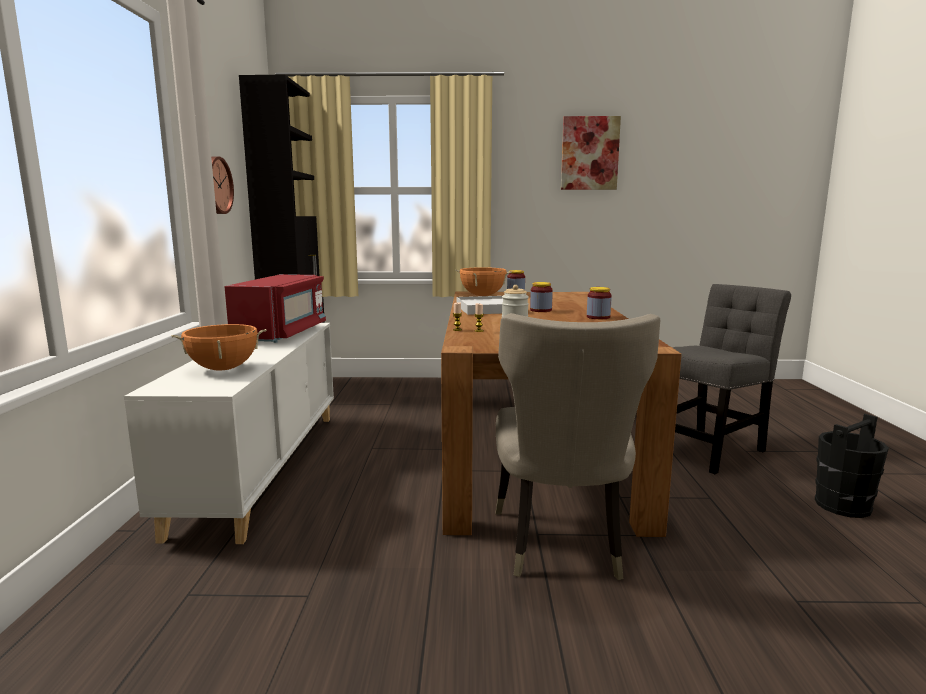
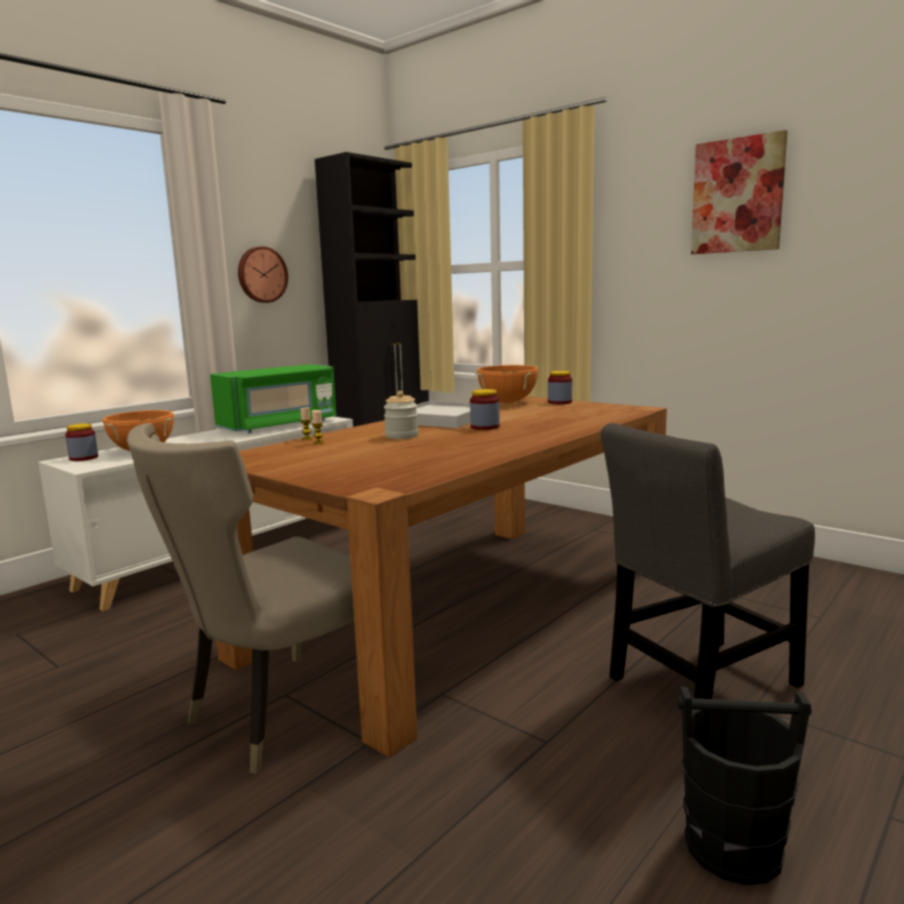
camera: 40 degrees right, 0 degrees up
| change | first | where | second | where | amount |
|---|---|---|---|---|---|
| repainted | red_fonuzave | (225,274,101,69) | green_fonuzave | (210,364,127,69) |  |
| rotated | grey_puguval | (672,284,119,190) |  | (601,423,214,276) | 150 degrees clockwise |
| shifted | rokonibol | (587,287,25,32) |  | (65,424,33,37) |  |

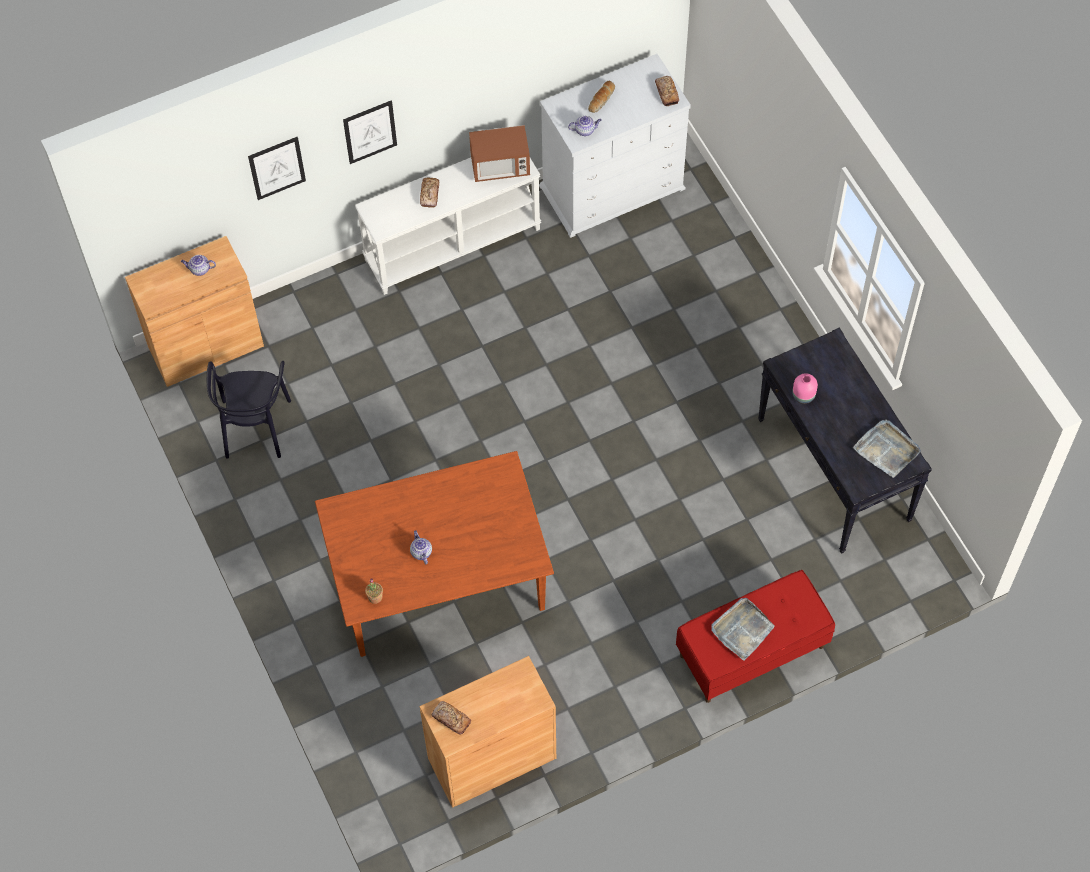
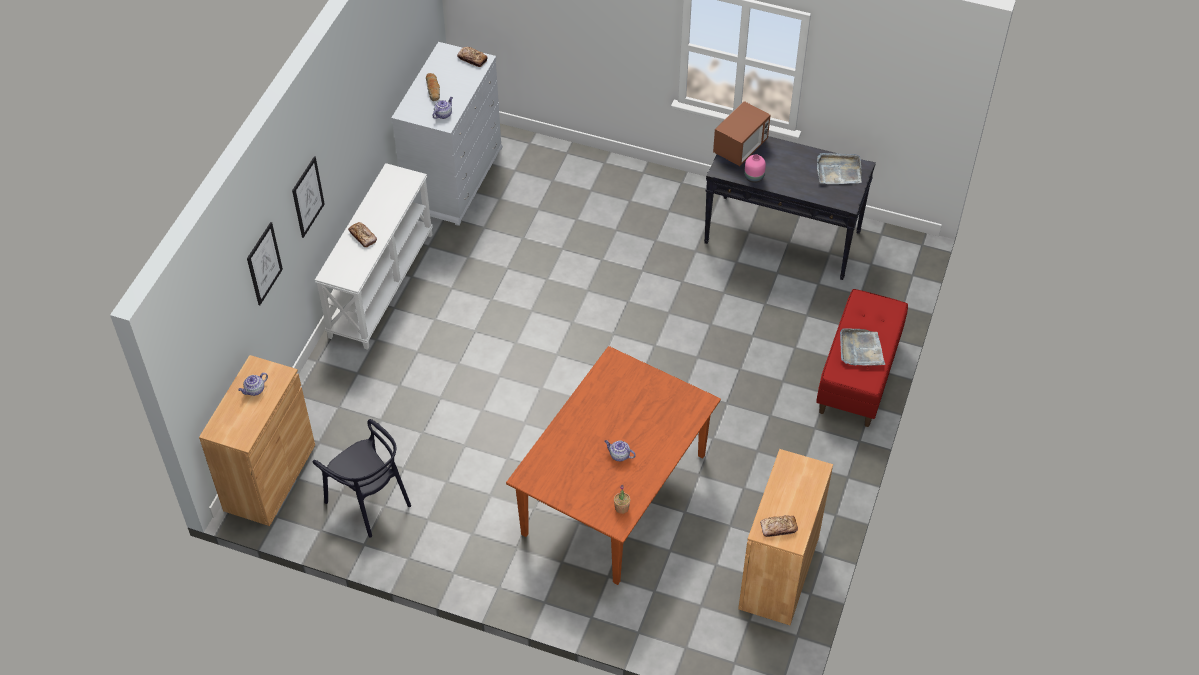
camera: 45 degrees left, 10 degrees down
| change | first | where | second | where | amount |
|---|---|---|---|---|---|
| shifted | fonuzave | (469,125,61,57) |  | (713,101,58,65) |  |

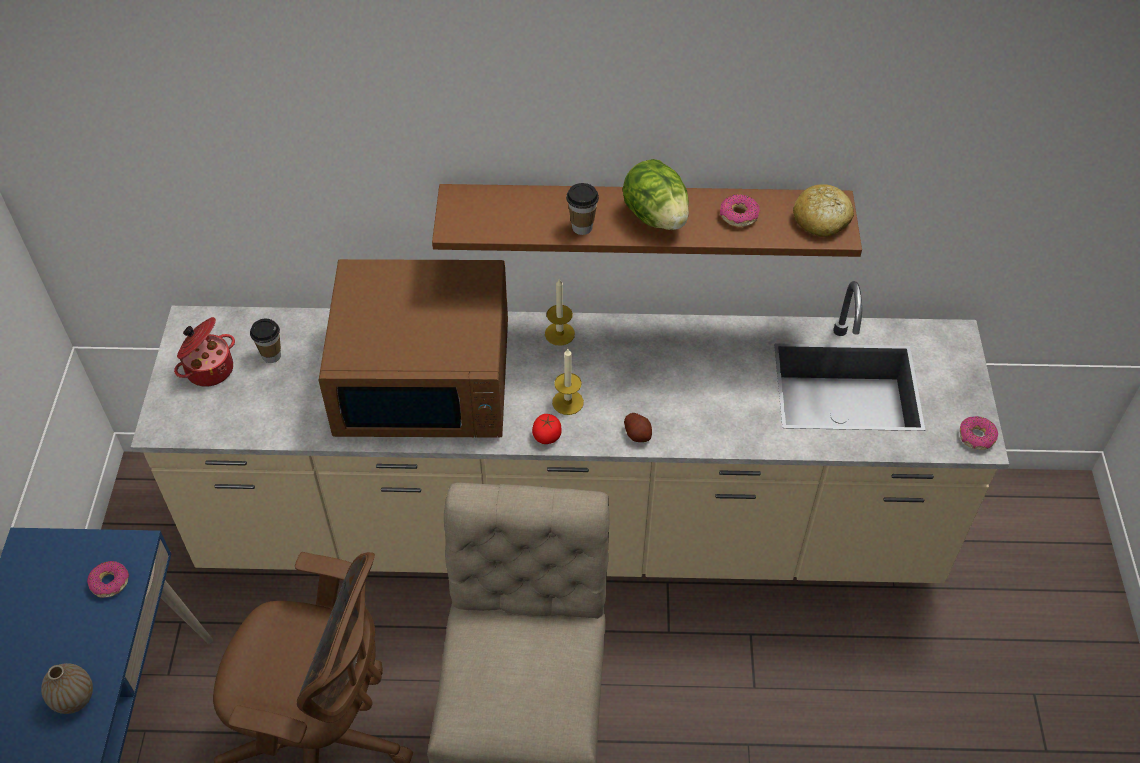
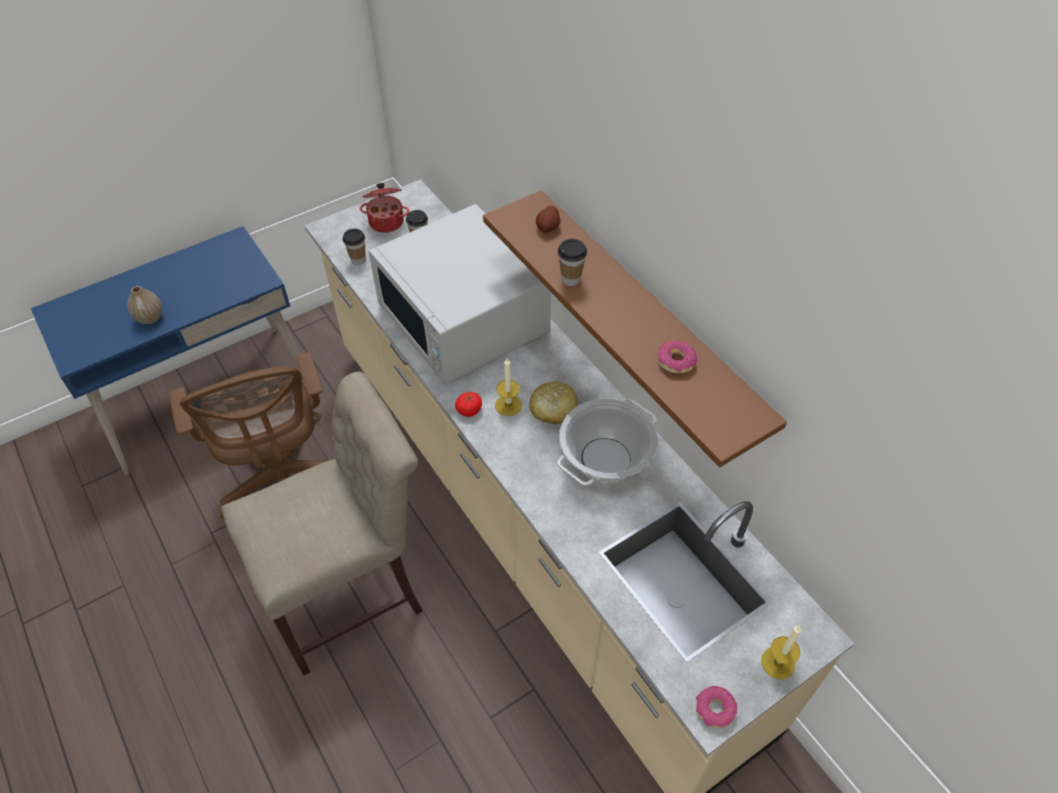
camera: 55 degrees right, 0 degrees up
| change | first | where | second | where | amount |
|---|---|---|---|---|---|
| gone | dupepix | (622,159,67,71) |  |  |  |
| shifted | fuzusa | (793,184,61,53) |  | (529,382,49,42) |  |
| repainted | brown_fonuzave | (319,259,189,179) | white_fonuzave | (368,204,183,181) |  |
| shifted | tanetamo | (545,279,30,67) |  | (761,626,40,53) |  |
| shifted | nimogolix | (624,413,28,29) |  | (536,206,24,27) |  |
| gone | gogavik | (87,561,42,37) |  |  |  |
| new |  |  | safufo | (343,229,22,36) |  |
| new |  |  | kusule | (557,399,101,87) |  |

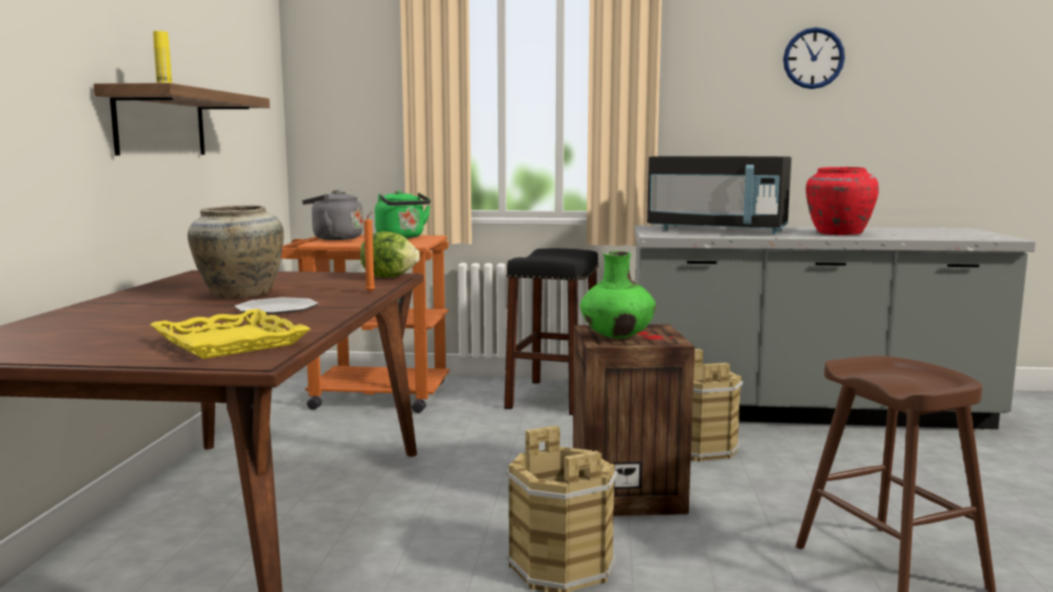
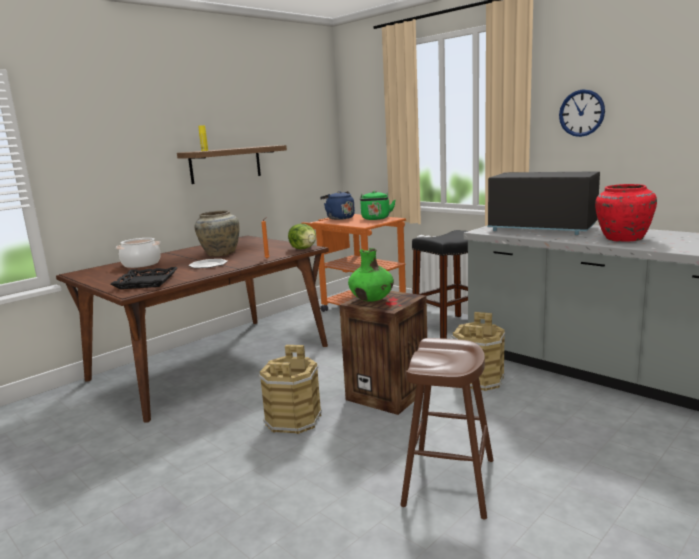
camera: 40 degrees right, 5 degrees up
| change | first | where | second | where | amount |
|---|---|---|---|---|---|
| shifted | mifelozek | (783,27,62,62) |  | (559,89,46,48) |  |
| rotated | black_fonuzave | (647,156,144,78) |  | (487,171,113,64) | 150 degrees clockwise |
| repainted | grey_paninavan | (302,190,61,50) | blue_paninavan | (320,191,35,29) |  |
| repainted | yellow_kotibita | (150,309,160,50) | black_kotibita | (110,267,68,22) |  |
| new |  |  | kusule | (116,238,45,30) |  |

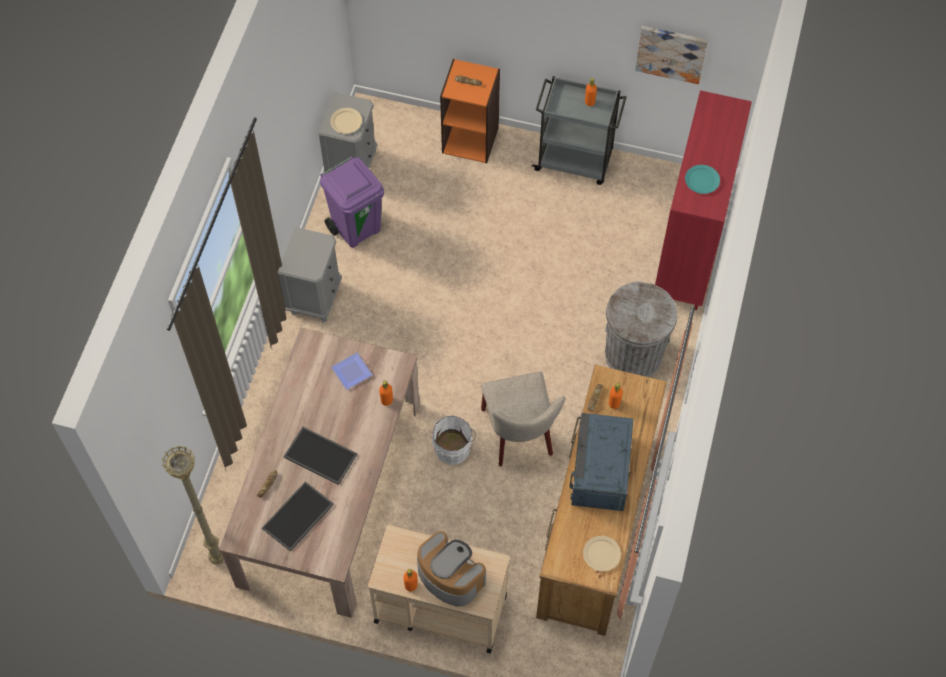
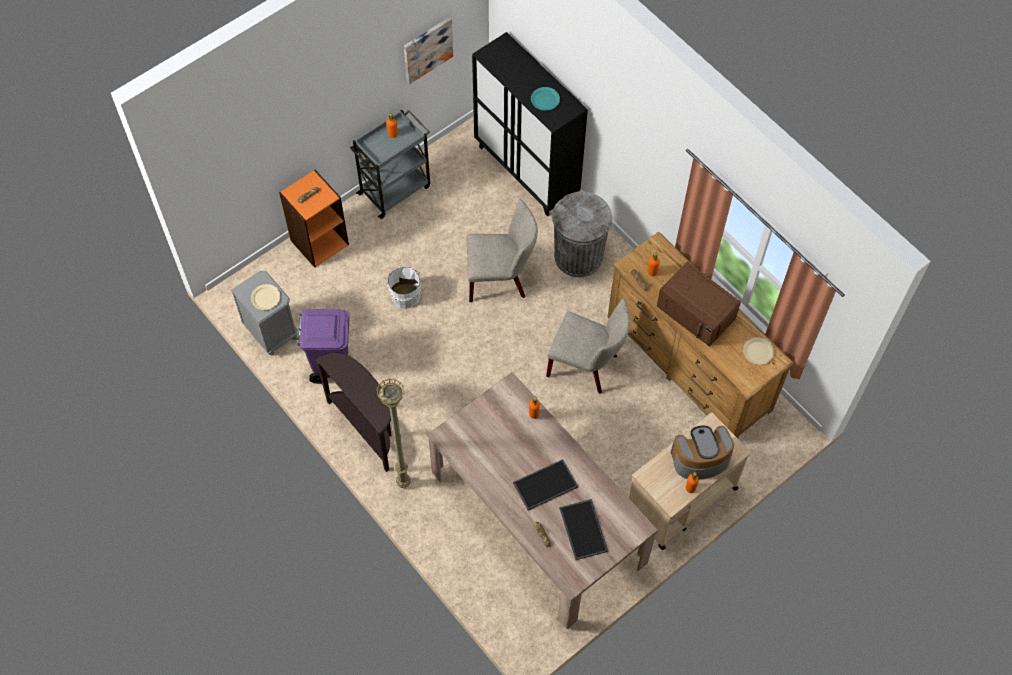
camera: 55 degrees left, 0 degrees up
| change | first | where | second | where | amount |
|---|---|---|---|---|---|
| repainted | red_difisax | (655,90,97,220) | black_difisax | (472,32,116,184) |  |
| swapped | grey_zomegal | (278,227,64,96) | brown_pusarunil | (315,353,76,119) |  |
| gone | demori | (331,353,42,37) |  |  |  |
| repainted | blue_fonuzave | (569,413,64,98) | brown_fonuzave | (657,262,84,85) |  |
| shifted | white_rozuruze | (432,416,44,49) |  | (385,267,36,42) |  |
| shifted | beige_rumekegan | (162,446,62,119) |  | (376,379,35,109) |  |
| new |  |  | beige_puguval | (467,199,71,103) |  |

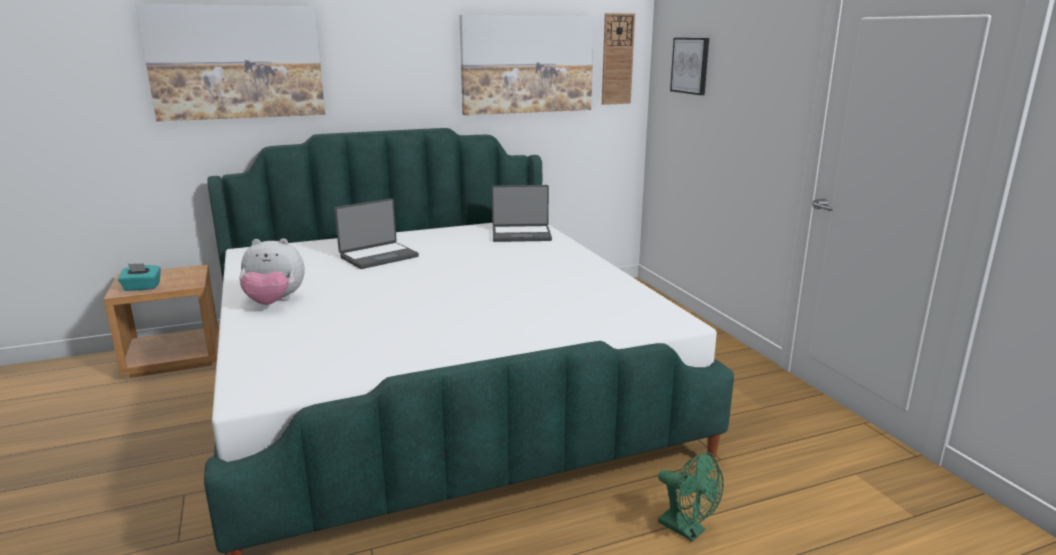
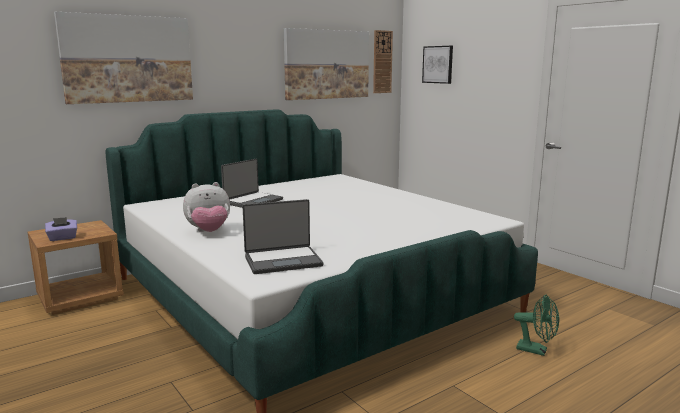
camera: 15 degrees left, 5 degrees down
| change | first | where | second | where | amount |
|---|---|---|---|---|---|
| shifted | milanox | (492,185,60,57) |  | (242,199,81,75) |  |
| repainted | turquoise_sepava | (118,263,43,28) | purple_sepava | (45,217,32,24) |  |

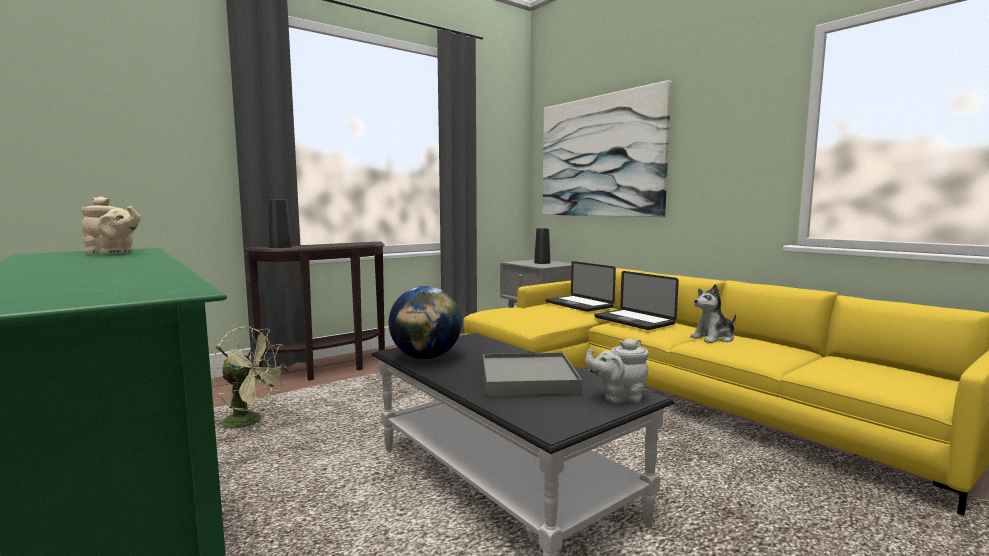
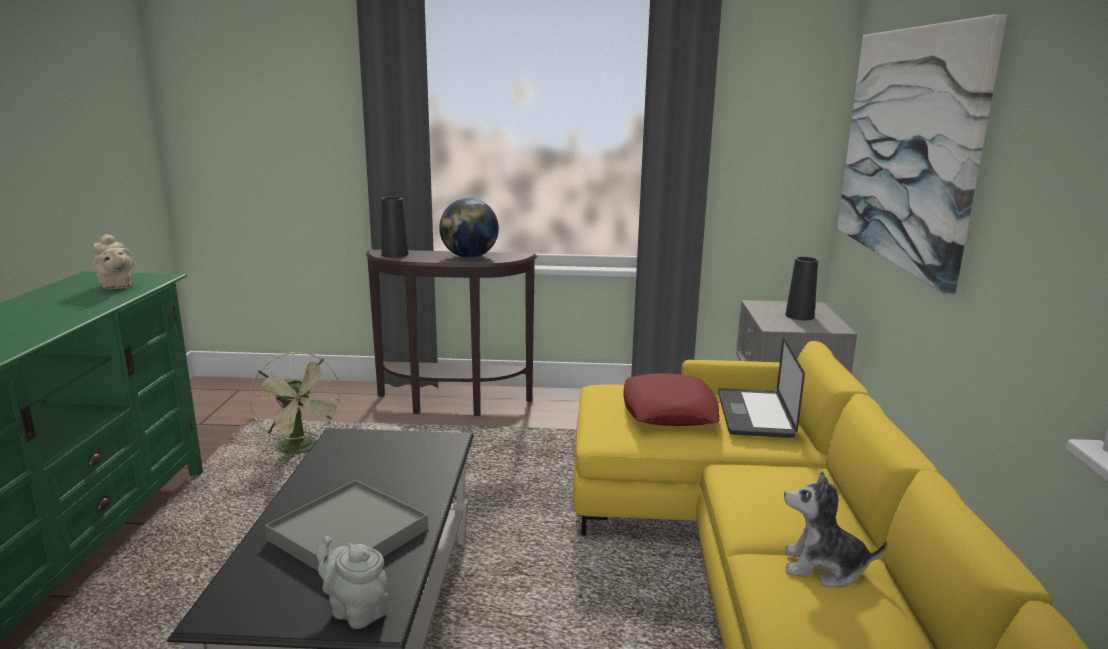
camera: 40 degrees right, 10 degrees up
| change | first | where | second | where | amount |
|---|---|---|---|---|---|
| gone | milanox | (594,271,85,59) |  |  |  |
| shifted | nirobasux | (389,286,73,73) |  | (439,198,60,60) |  |
| new |  |  | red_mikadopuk | (623,373,97,53) |  |

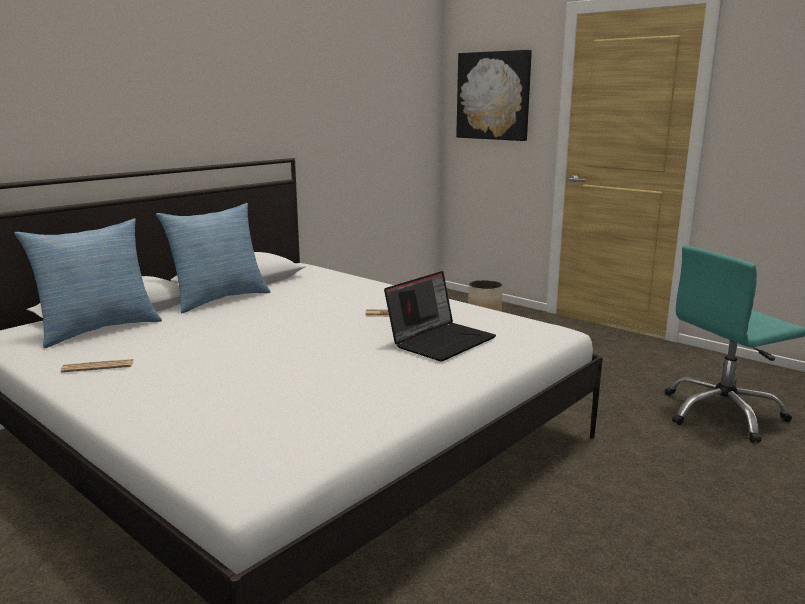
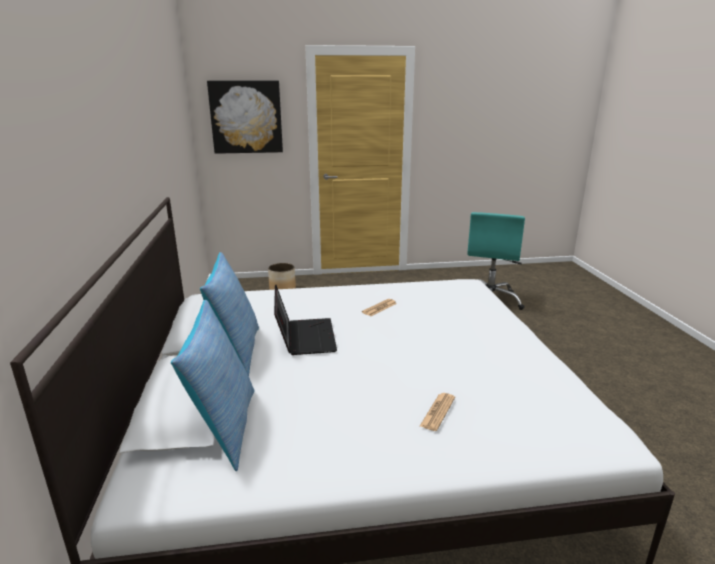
camera: 50 degrees left, 5 degrees up
| change | first | where | second | where | amount |
|---|---|---|---|---|---|
| shifted | milanox | (384,271,112,90) |  | (274,285,63,70) |  |
| shifted | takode | (61,359,73,14) |  | (420,393,35,38) |  |

